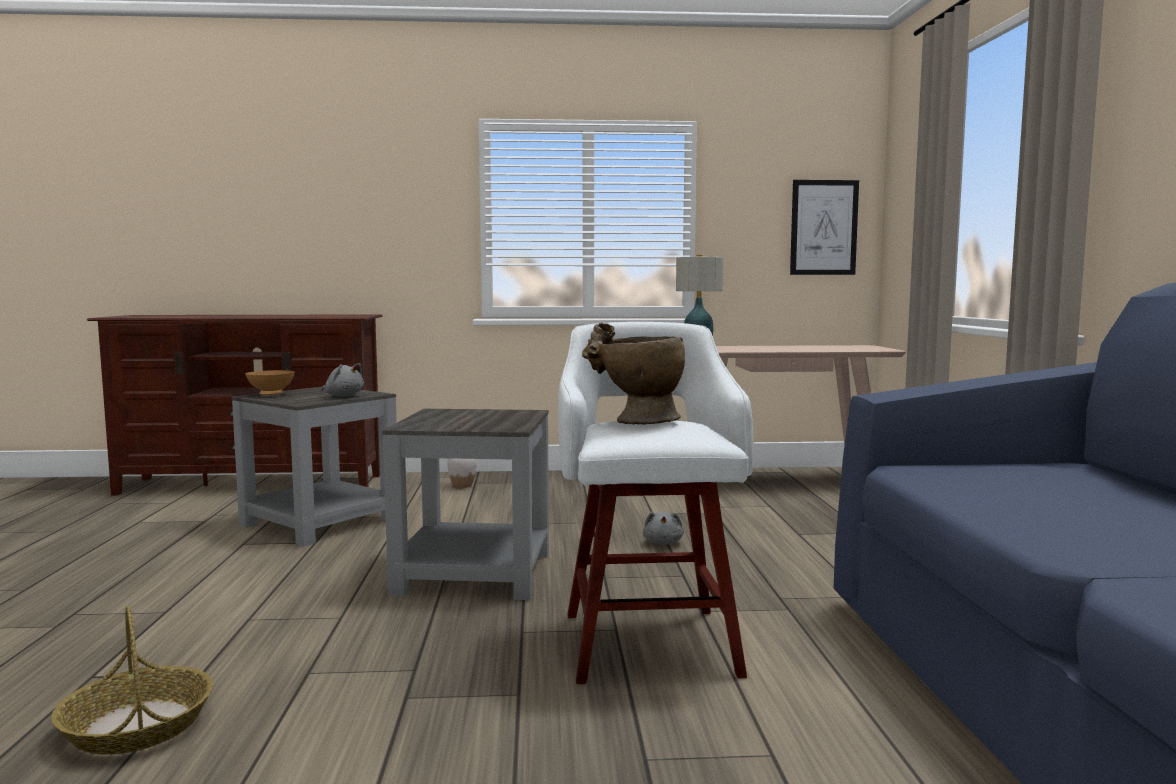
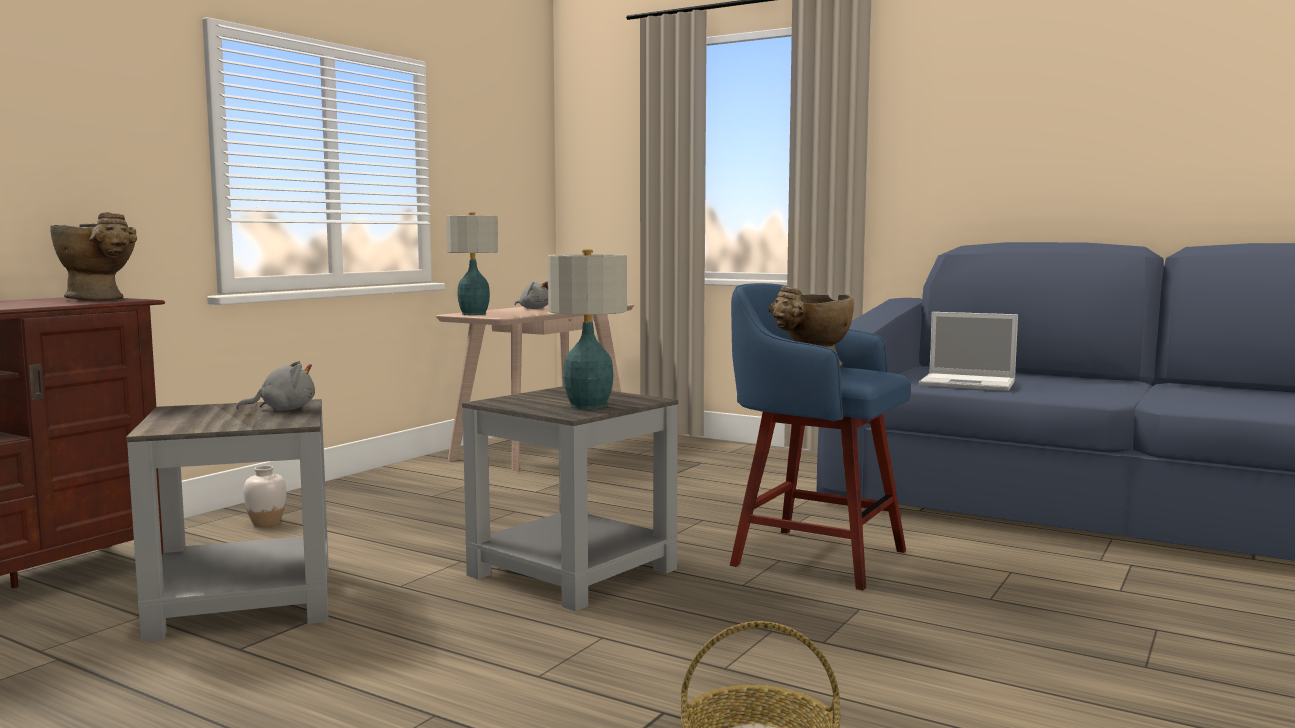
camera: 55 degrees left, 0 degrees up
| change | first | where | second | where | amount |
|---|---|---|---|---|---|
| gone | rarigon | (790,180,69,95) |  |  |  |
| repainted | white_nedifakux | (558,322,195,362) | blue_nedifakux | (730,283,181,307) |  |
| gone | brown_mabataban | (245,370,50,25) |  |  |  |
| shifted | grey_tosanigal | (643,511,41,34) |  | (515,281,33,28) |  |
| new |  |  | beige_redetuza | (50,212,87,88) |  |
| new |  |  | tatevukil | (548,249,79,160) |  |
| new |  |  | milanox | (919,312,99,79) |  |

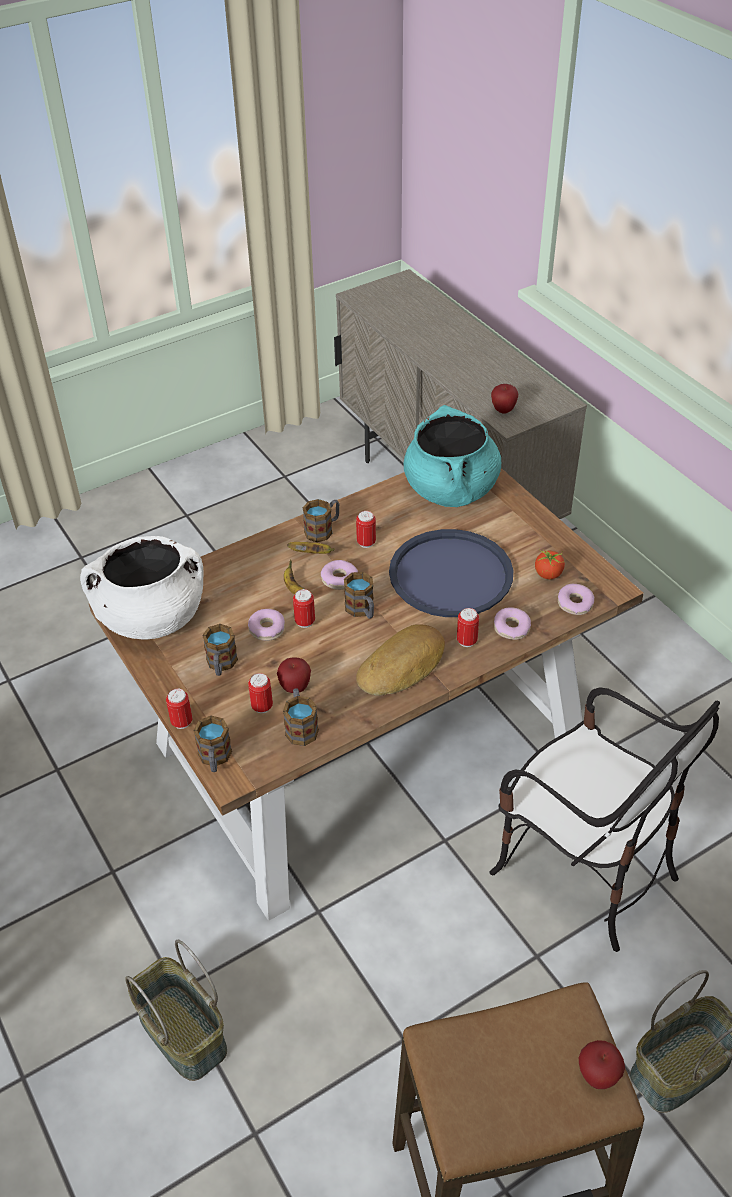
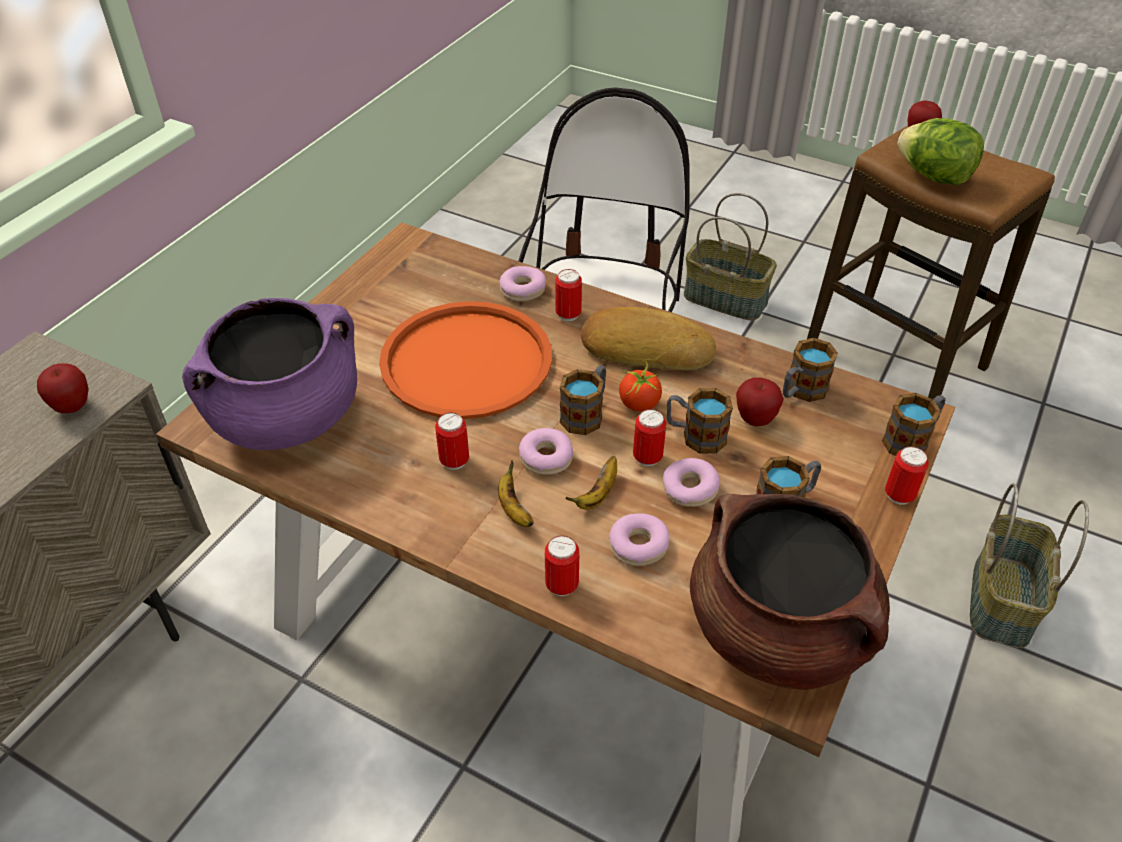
camera: 120 degrees left, 0 degrees up
| change | first | where | second | where | amount |
|---|---|---|---|---|---|
| repainted | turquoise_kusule | (404,405,97,102) | purple_kusule | (182,298,175,152) |  |
| shifted | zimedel | (303,499,36,43) |  | (667,388,66,66) |  |
| repainted | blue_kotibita | (389,529,124,88) | orange_kotibita | (379,301,173,118) |  |
| repainted | white_kusule | (80,536,124,104) | brown_kusule | (690,494,200,196) |  |
| shifted | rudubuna | (535,549,30,31) |  | (619,360,43,52) |  |
| shifted | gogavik | (558,584,37,31) |  | (609,513,60,53) |  |
| shifted | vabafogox | (248,673,25,40) |  | (545,536,34,60) |  |
| new |  |  | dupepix | (898,118,86,67) |  |

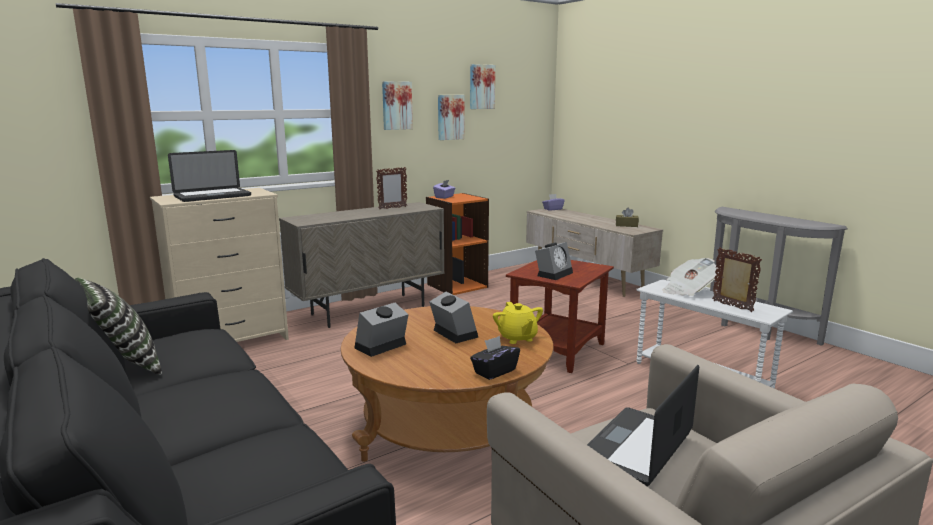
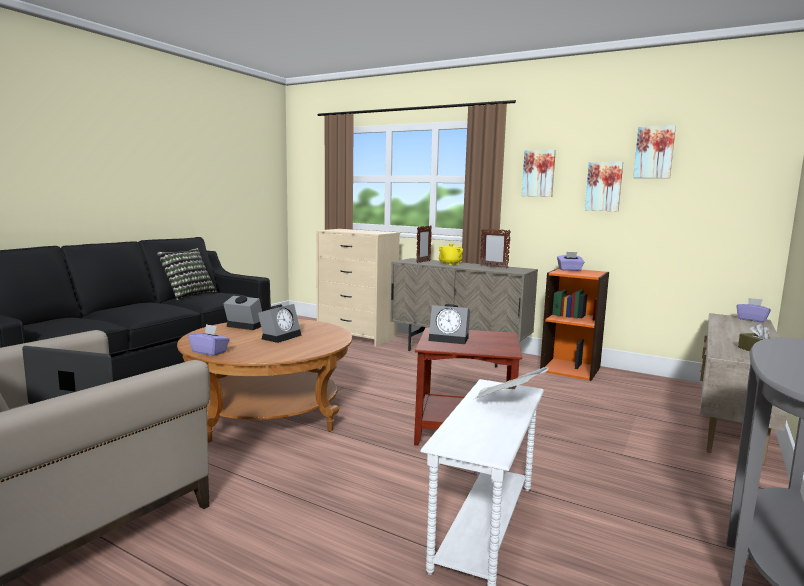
camera: 65 degrees right, 5 degrees down
| change | first | where | second | where | amount |
|---|---|---|---|---|---|
| gone | milanox | (168,150,83,52) |  |  |  |
| shifted | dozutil | (712,247,50,65) |  | (416,225,16,38) |  |
| shifted | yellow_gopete | (493,302,50,42) |  | (439,244,24,21) |  |
| repainted | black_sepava | (470,336,50,44) | purple_sepava | (188,324,42,32) |  |

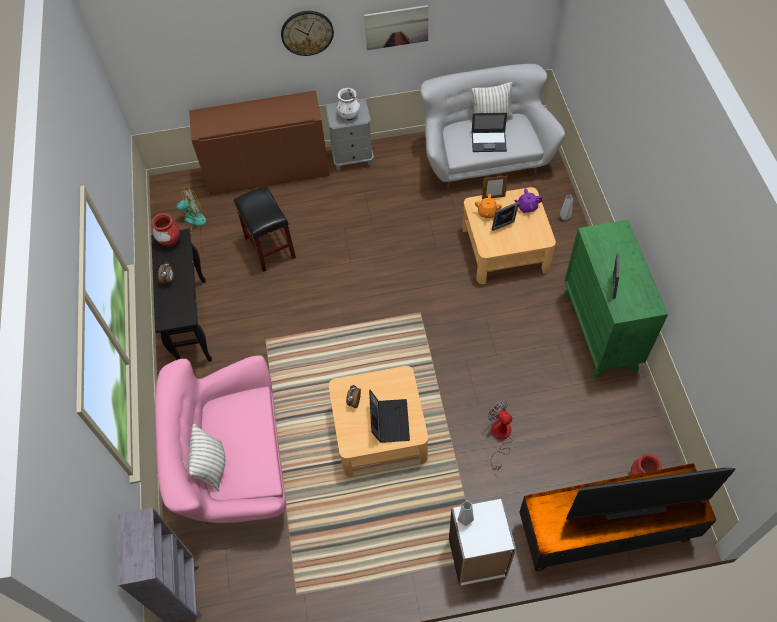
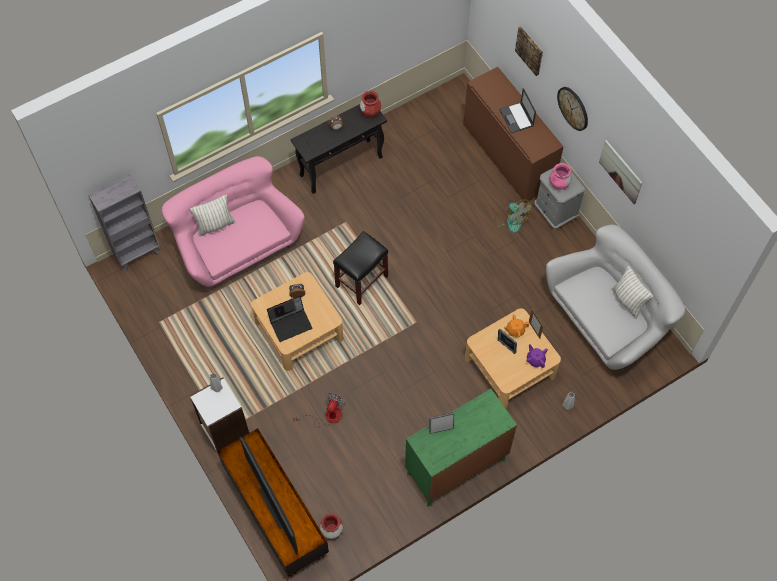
camera: 65 degrees right, 5 degrees up
| change | first | where | second | where | amount |
|---|---|---|---|---|---|
| repainted | white_redetuza | (336,88,24,32) | pink_redetuza | (550,163,22,27) |  |
| shifted | milanox | (472,113,35,39) |  | (499,88,37,45) |  |
| shifted | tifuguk | (173,186,34,48) |  | (494,200,38,33) |  |
| shifted | black_nedifakux | (234,186,62,86) |  | (333,231,55,74) |  |
| new |  |  | rarigon | (515,26,28,50) |  |

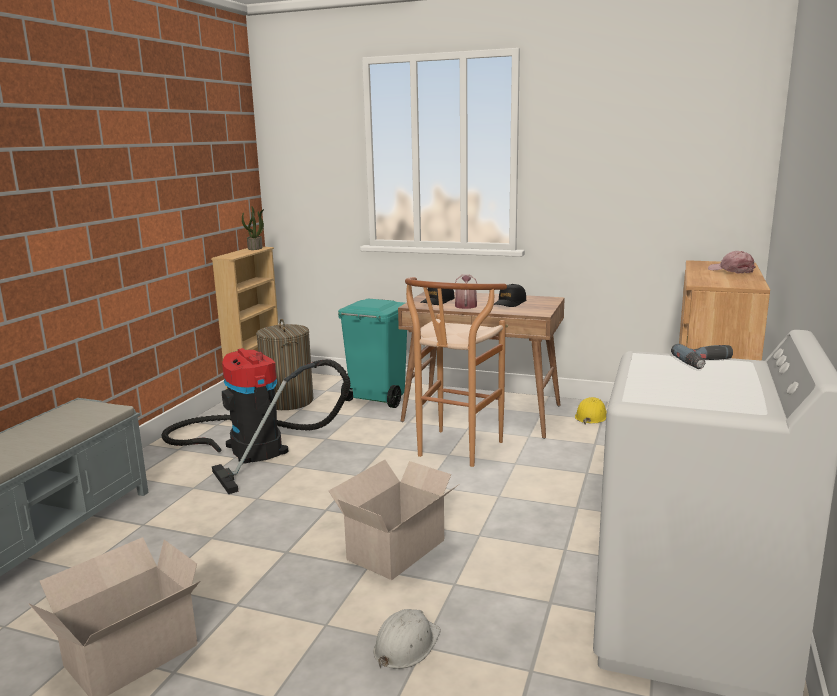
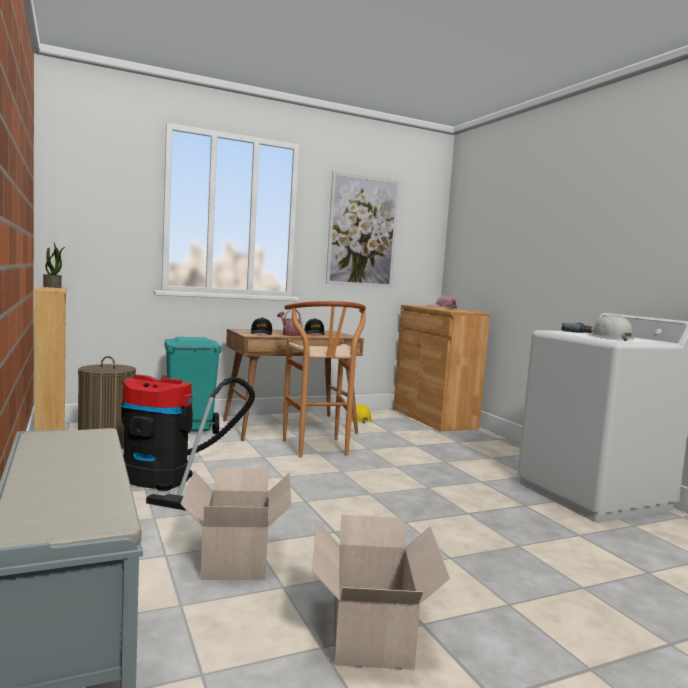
camera: 45 degrees left, 10 degrees down
| change | first | where | second | where | amount |
|---|---|---|---|---|---|
| shifted | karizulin | (329,460,130,120) |  | (180,468,112,112) |  |
| shifted | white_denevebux | (373,609,68,60) |  | (587,315,48,26) |  |
| new |  |  | rarigon | (326,171,74,117) |  |

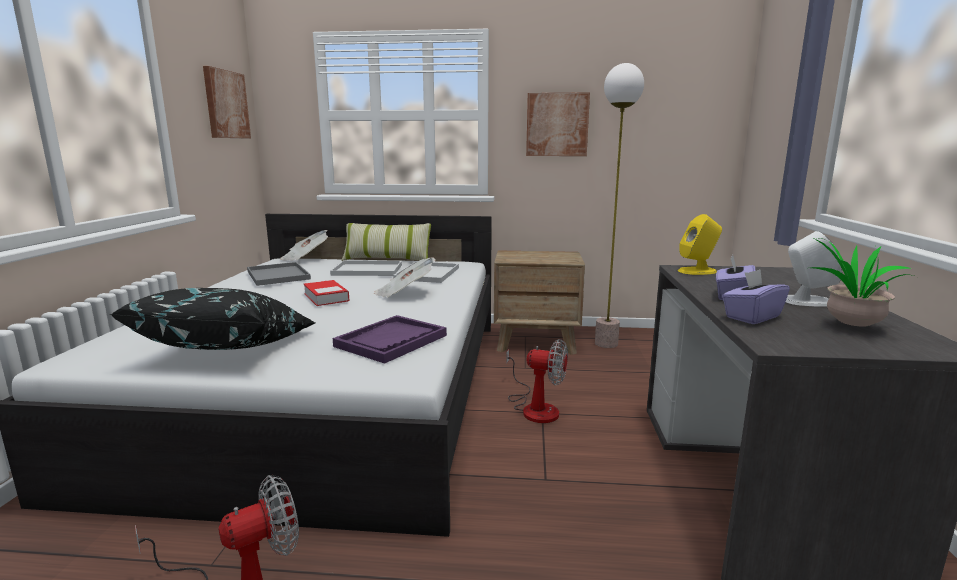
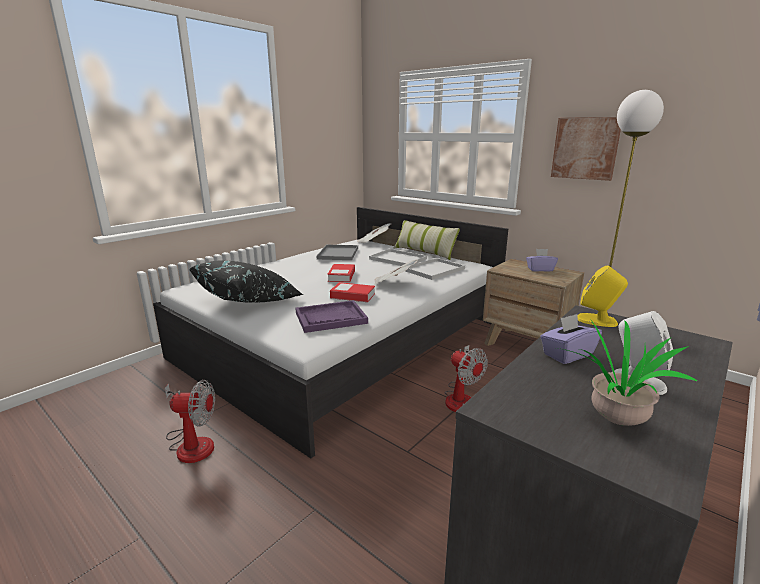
camera: 35 degrees right, 5 degrees up
| change | first | where | second | where | amount |
|---|---|---|---|---|---|
| gone | rarigon | (203,66,48,72) |  |  |  |
| shifted | purple_sepava | (722,269,68,55) |  | (526,249,32,22) |  |
| new |  |  | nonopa | (330,282,45,20) |  |

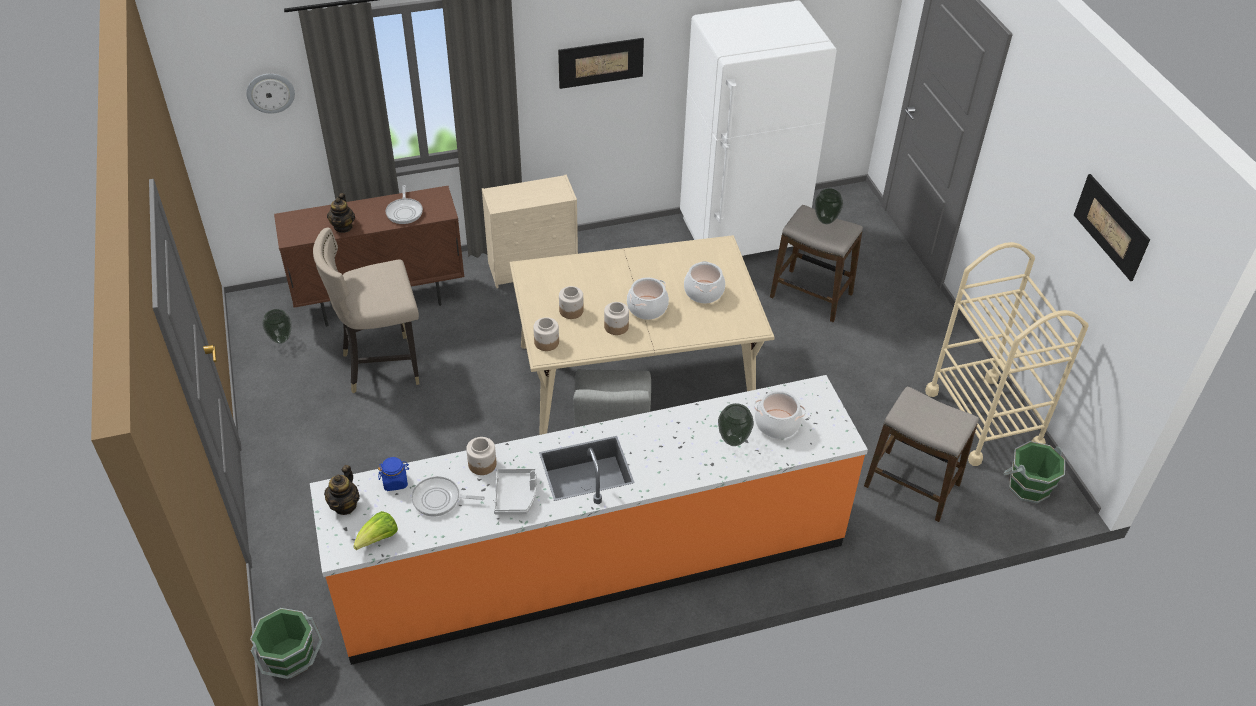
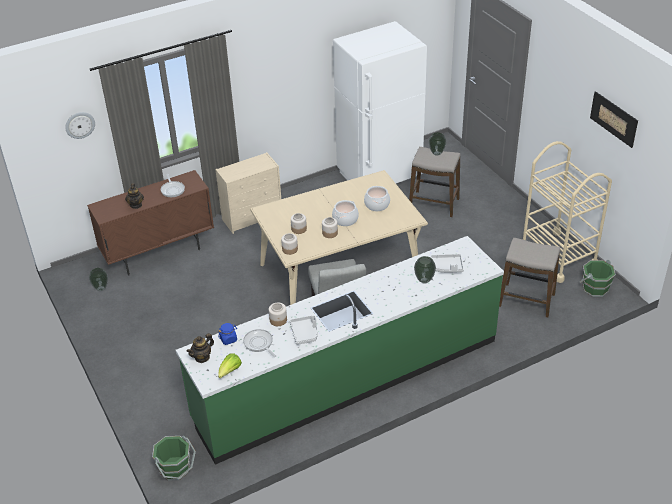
camera: 10 degrees left, 5 degrees down
| change | first | where | second | where | amount |
|---|---|---|---|---|---|
| gone | rarigon | (558,38,86,51) |  |  |  |
| gone | beige_nedifakux | (313,228,107,166) |  |  |  |
| repainted | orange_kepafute | (310,375,558,290) | green_kepafute | (176,236,328,229) |  |
| swapped | kusule | (754,391,52,48) | grey_kotibita | (431,254,33,19) |  |
| rotated | gopete | (324,465,36,50) |  | (187,333,27,30) | 45 degrees clockwise |
| rotated | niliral | (411,477,74,39) |  | (243,329,33,28) | 60 degrees clockwise |

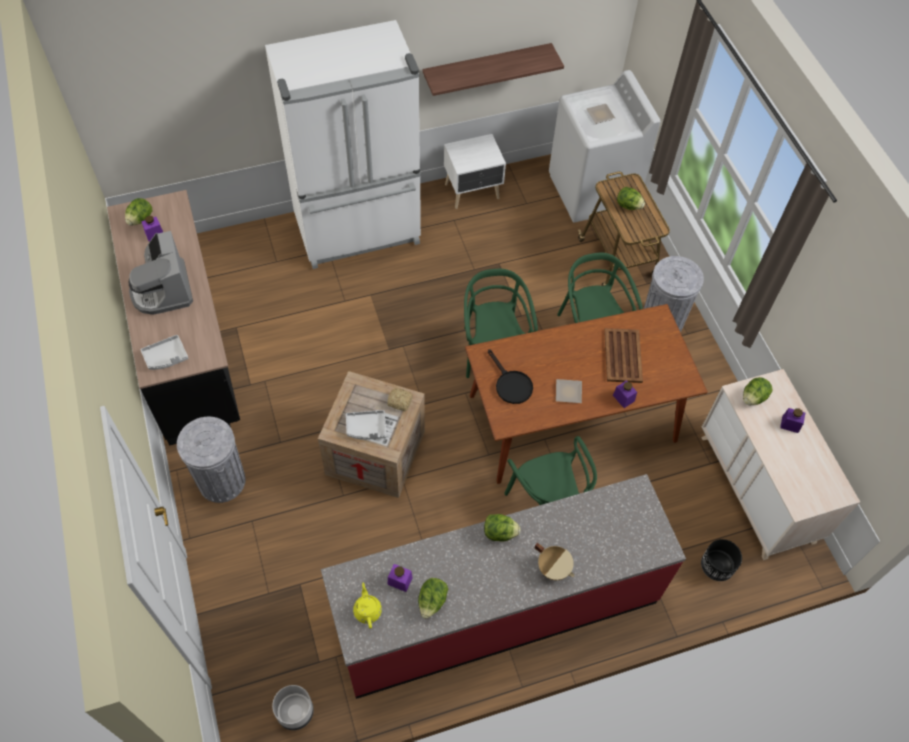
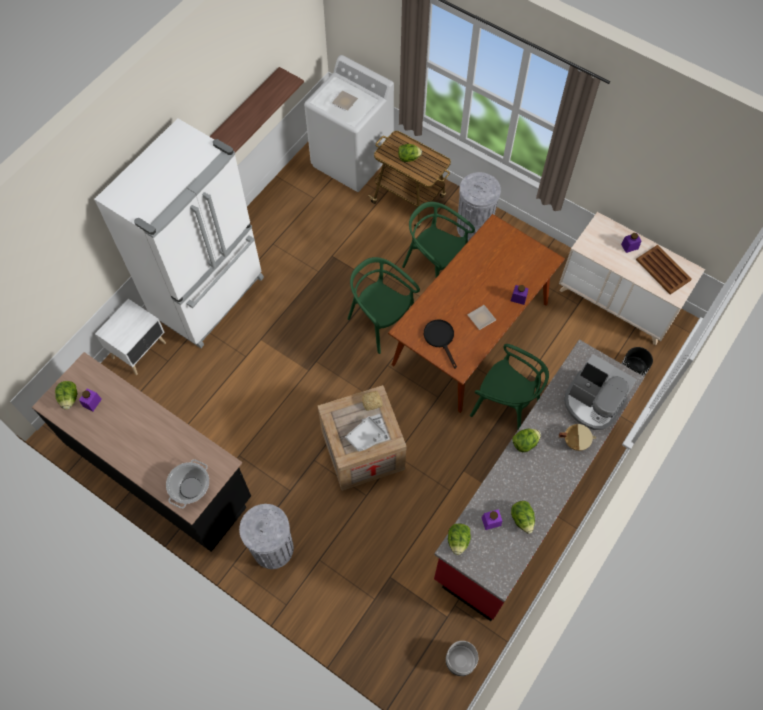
camera: 35 degrees left, 5 degrees up
| change | first | where | second | where | amount |
|---|---|---|---|---|---|
| shifted | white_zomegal | (444,134,62,75) |  | (95,299,71,76) |  |
| shifted | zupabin | (129,231,64,84) |  | (564,354,73,76) |  |
| shifted | brown_kotibita | (604,328,39,55) |  | (636,245,56,49) |  |
| swapped | grey_kotibita | (141,335,48,35) | kusule | (166,459,43,50) |  |
| rotated | black_niliral | (488,349,45,55) |  | (424,319,33,50) | 135 degrees counterclockwise |
| shifted | dupepix | (743,377,30,28) |  | (448,524,23,31) |  |
| gone | yellow_gopete | (353,583,29,46) |  |  |  |

